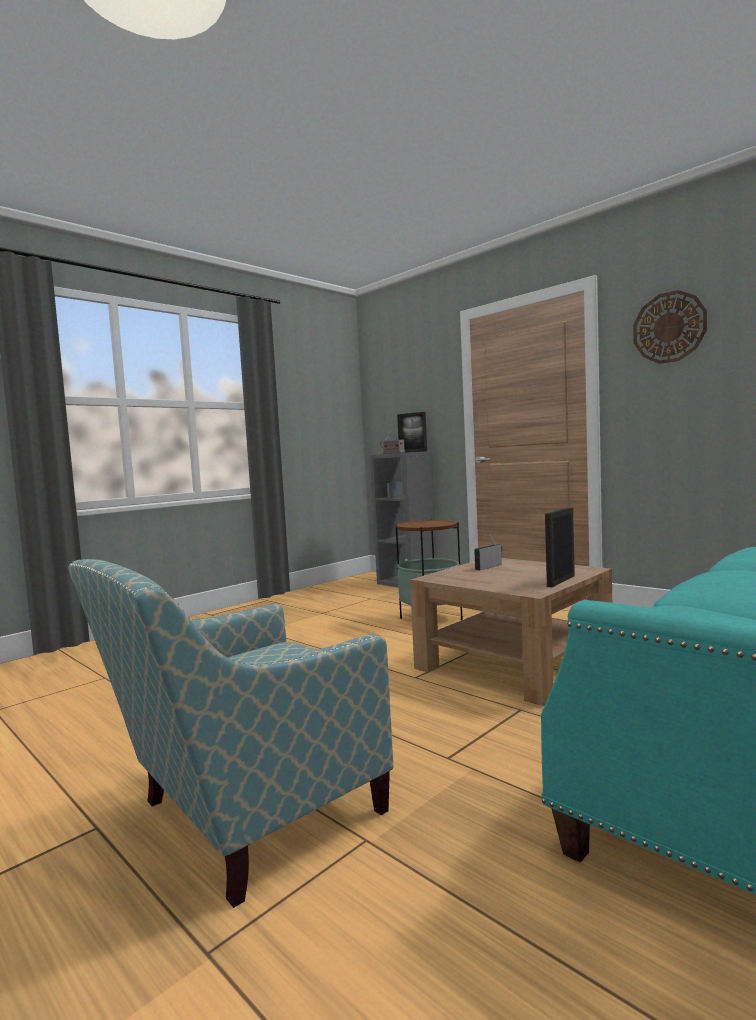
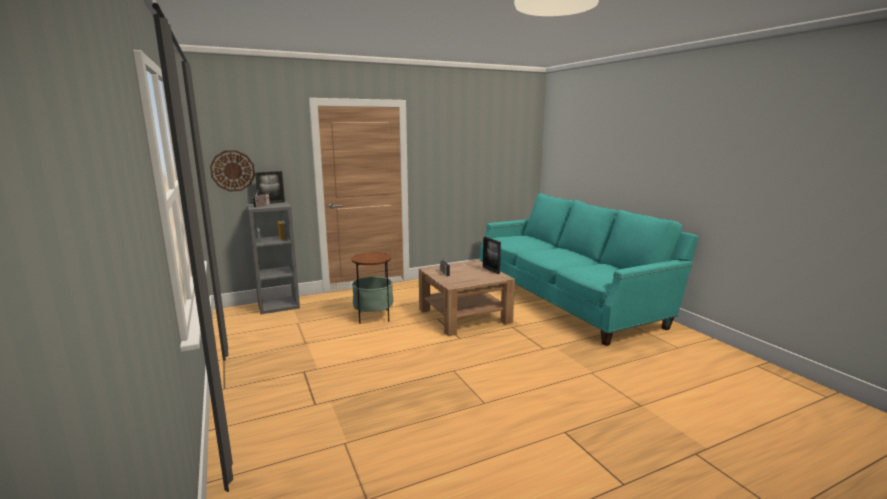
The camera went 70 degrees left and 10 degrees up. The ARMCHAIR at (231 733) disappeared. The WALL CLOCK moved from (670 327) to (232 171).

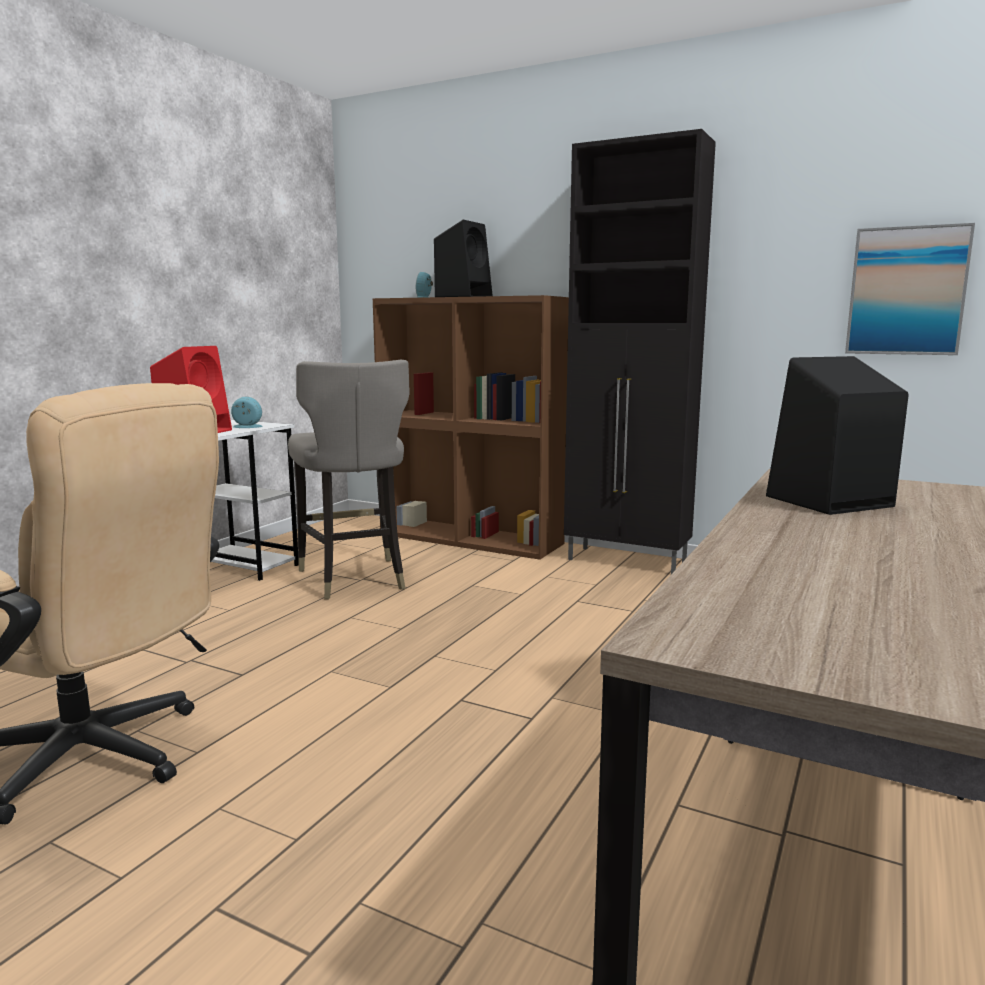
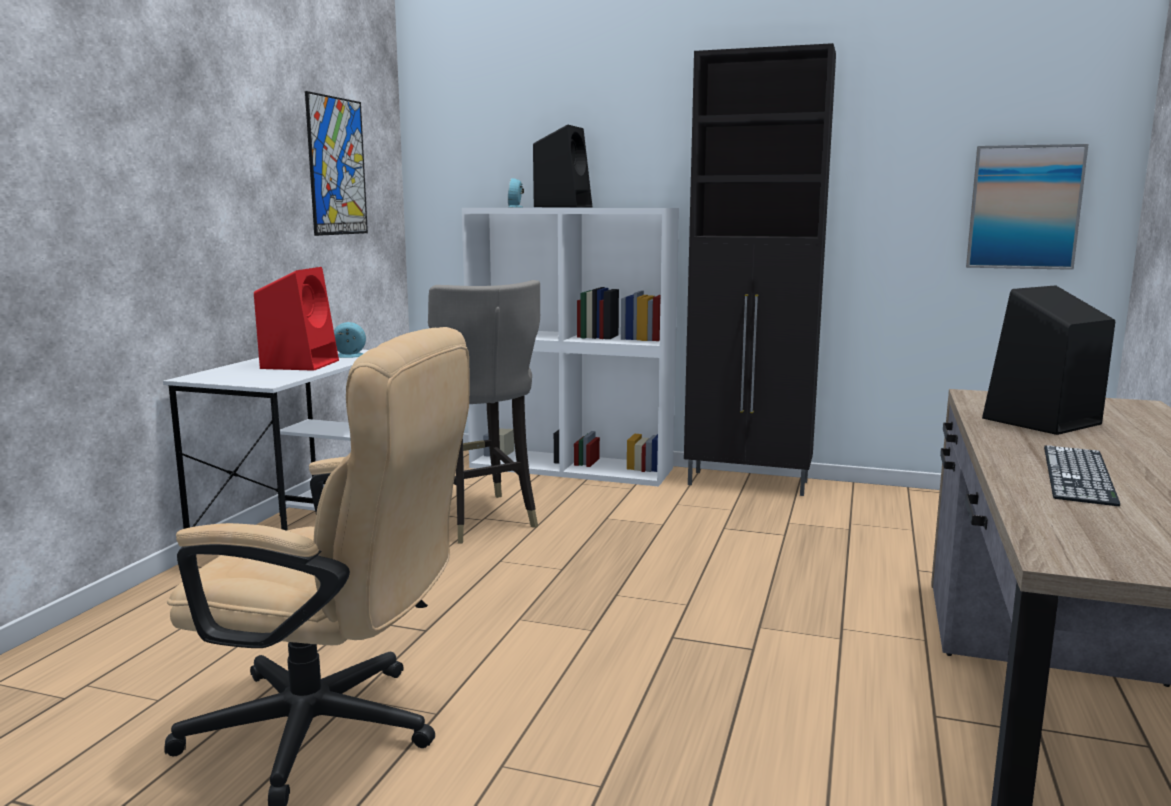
The camera went 10 degrees left and 0 degrees up. The PICTURE at (336 163) appeared. The KEYBOARD at (1082 476) appeared. The BROWN BOOKCASE at (471 427) became the WHITE BOOKCASE at (570 347).

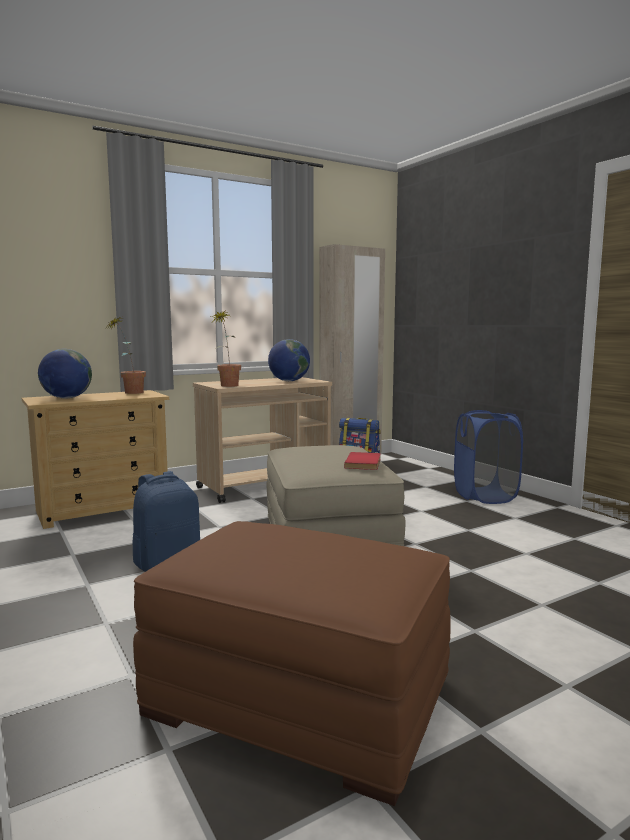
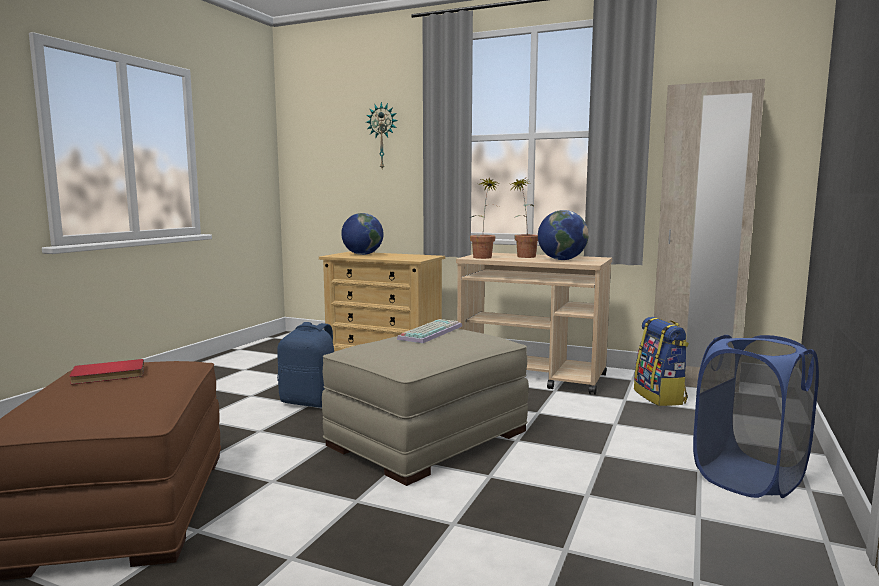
The camera went 55 degrees right and 0 degrees up. The WALL CLOCK at (382 135) appeared. The KEYBOARD at (429 331) appeared. The POTTED PLANT moved from (127 355) to (524 218). The RED BOOK moved from (362 461) to (106 371).

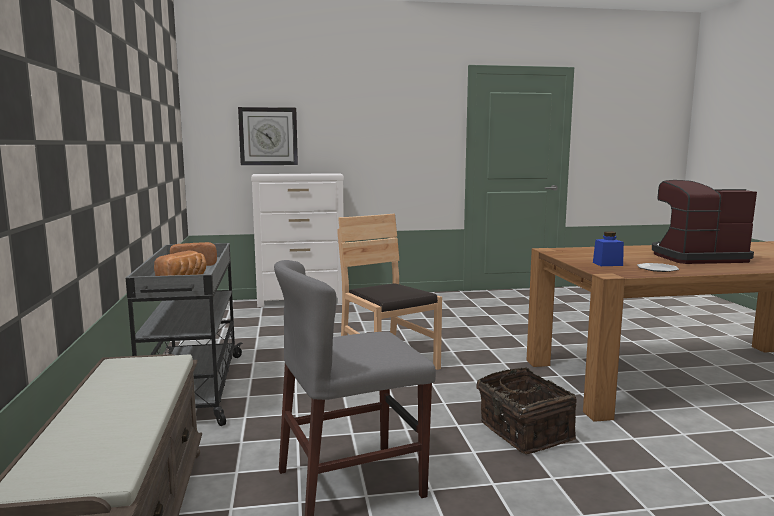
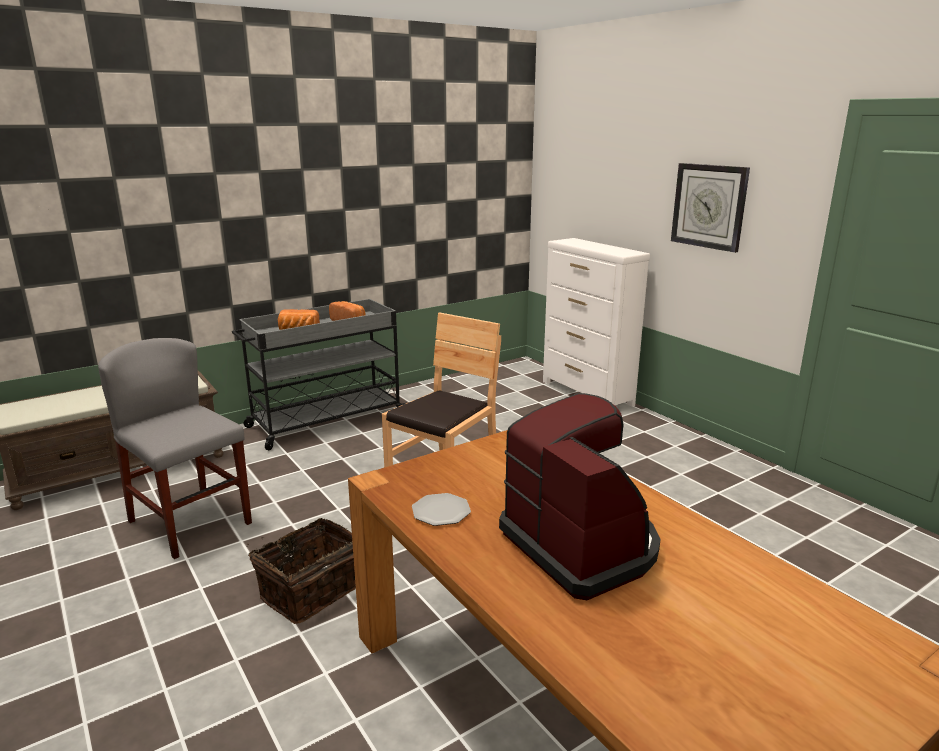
The camera went 65 degrees right and 10 degrees up. The BLUE JAR at (608 248) disappeared. The WALL CLOCK moved from (268 136) to (710 208).

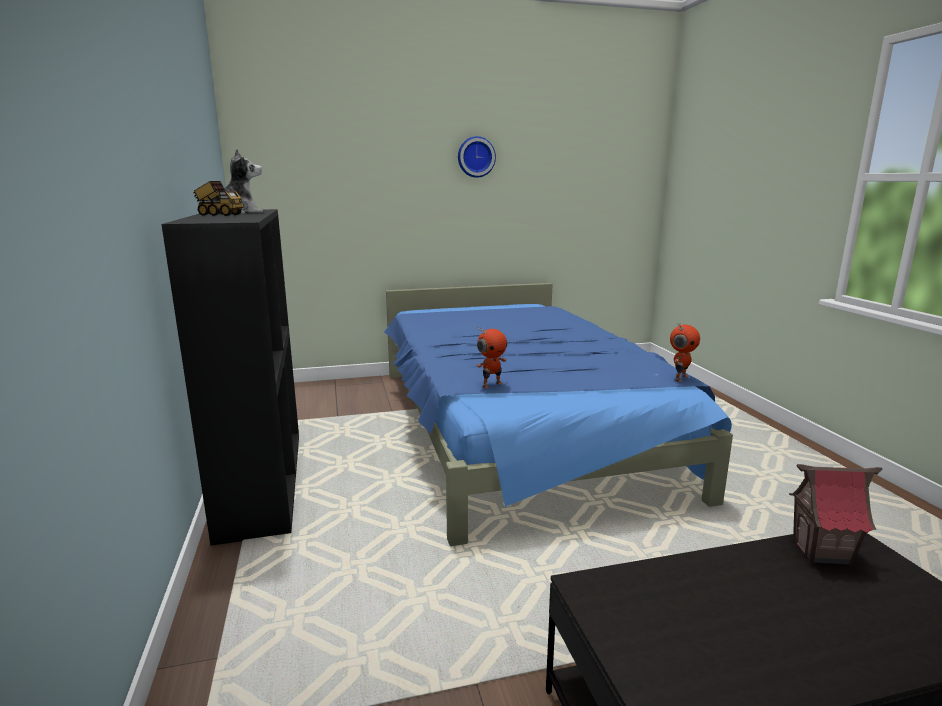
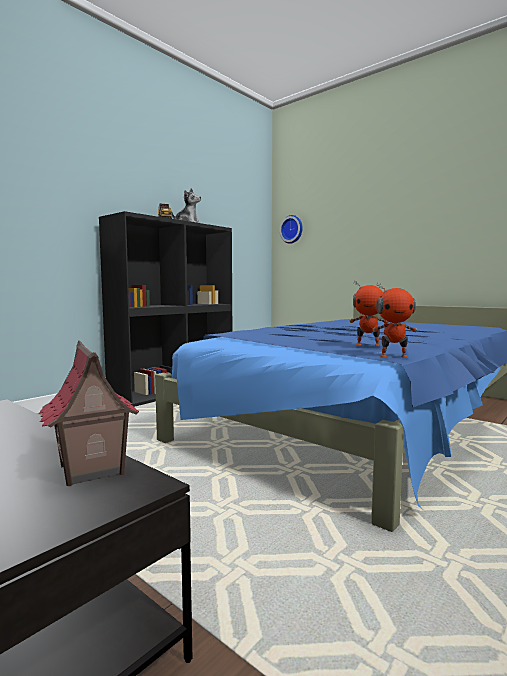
The camera went 55 degrees right and 10 degrees down. The WALL CLOCK moved from (477 157) to (291 229). The TOY ROBOT moved from (492 357) to (368 313).

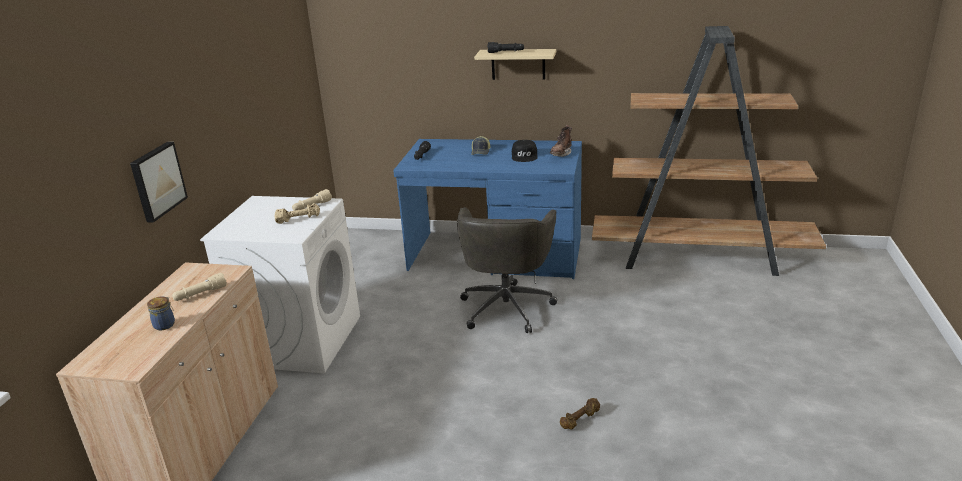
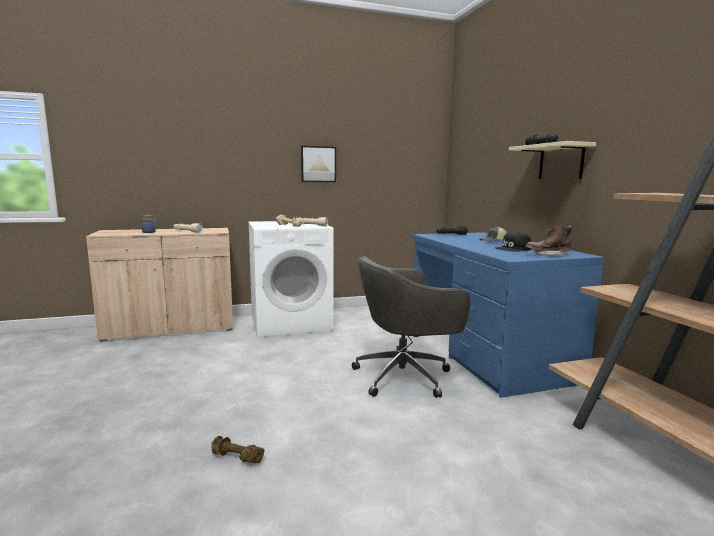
The camera went 60 degrees right and 15 degrees down. The PICTURE moved from (159 182) to (318 164).

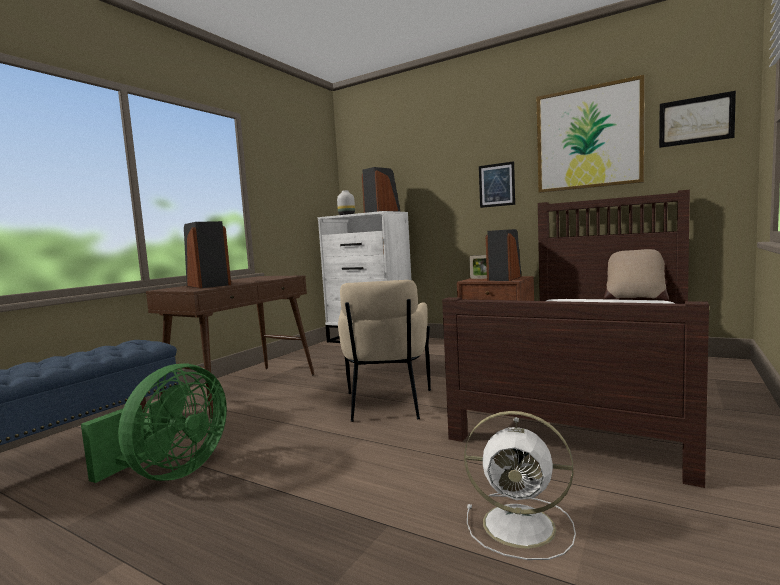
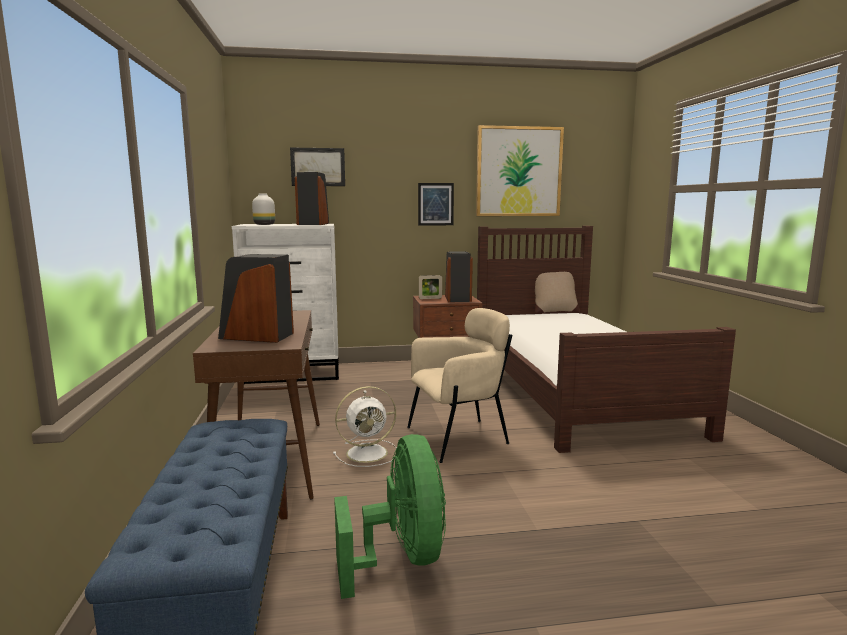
The camera went 40 degrees left and 5 degrees up. The WHITE FAN moved from (520 485) to (365 426). The PICTURE moved from (697 119) to (317 166). The BEIGE ARMCHAIR at (384 351) turned 75 degrees counterclockwise.

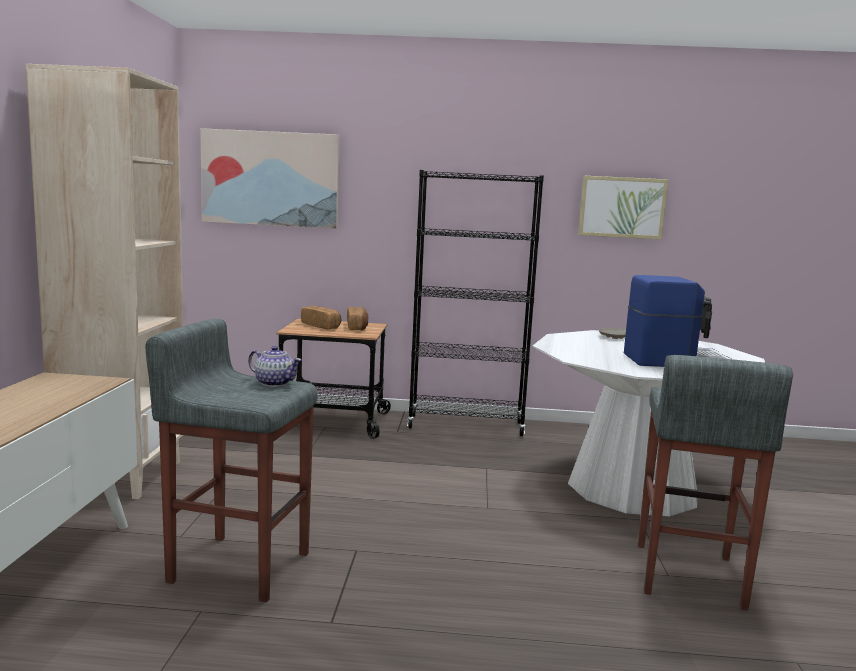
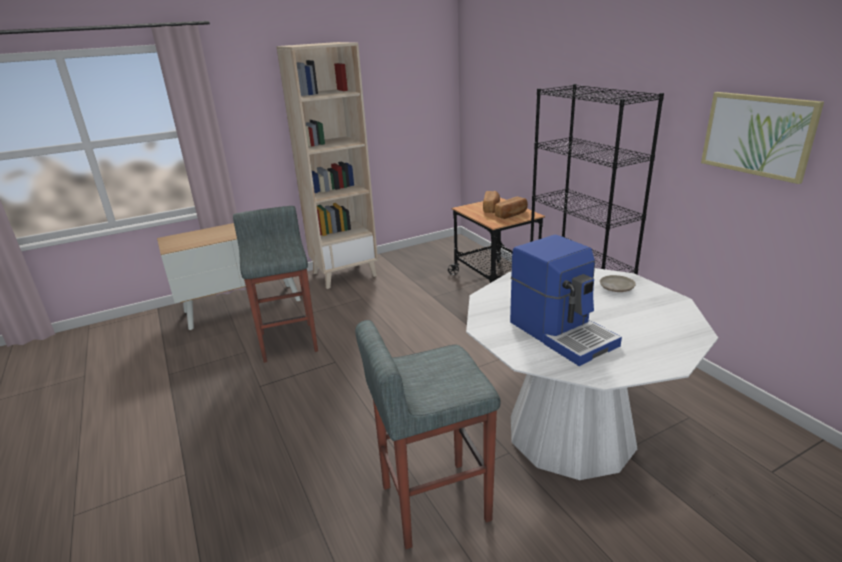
The camera went 60 degrees right and 15 degrees up. The PICTURE at (270 178) disappeared. The TEAPOT at (275 366) disappeared.

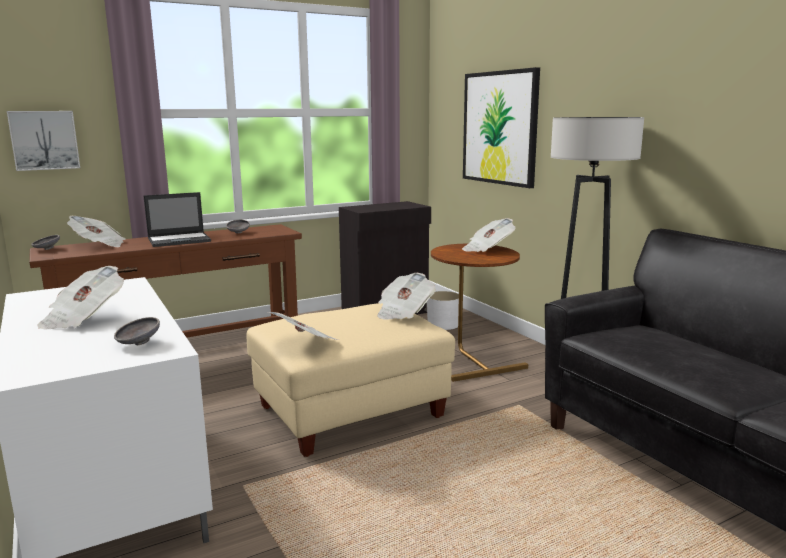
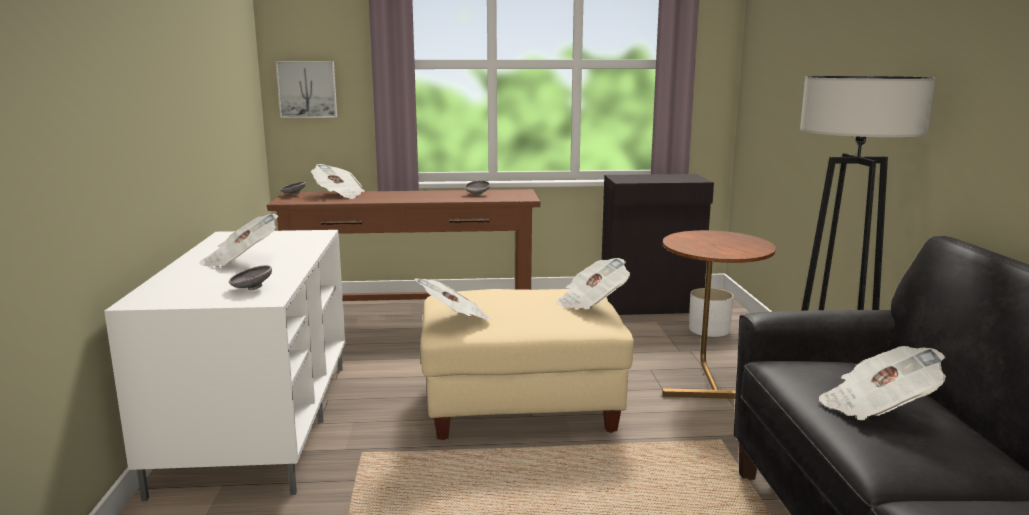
The camera went 25 degrees right and 0 degrees up. The LAPTOP at (177 219) disappeared. The PICTURE at (501 127) disappeared. The NEWSPAPER moved from (488 235) to (882 383).

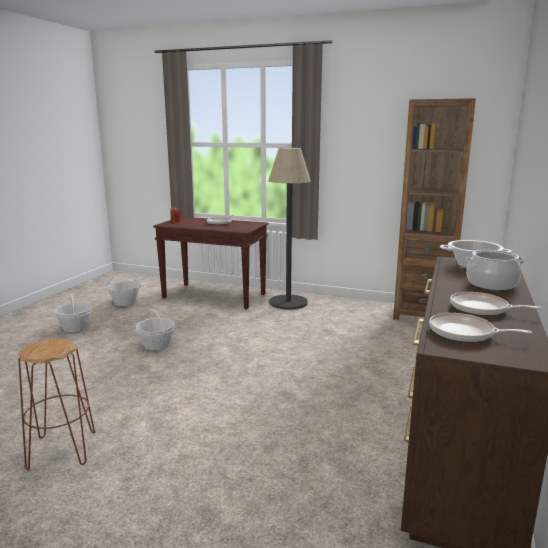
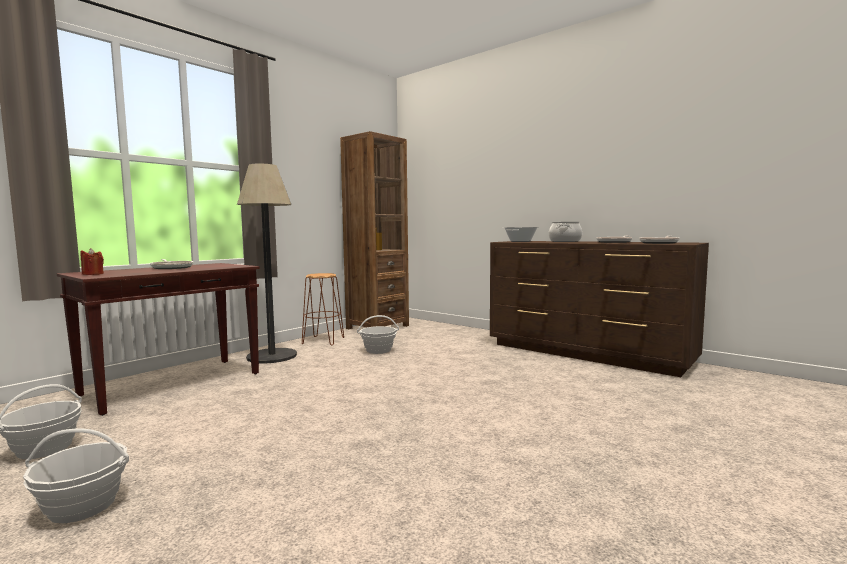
The camera went 70 degrees left and 10 degrees down. The BROWN STOOL moved from (56 404) to (323 309). The BASKET moved from (155 329) to (378 334).

